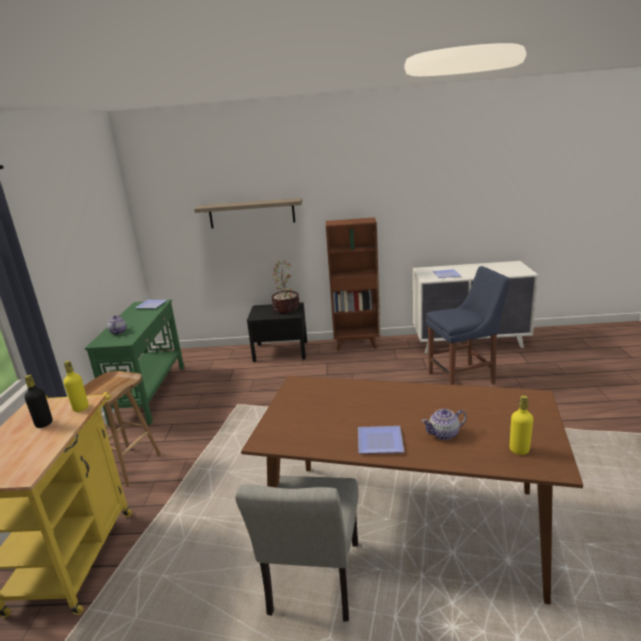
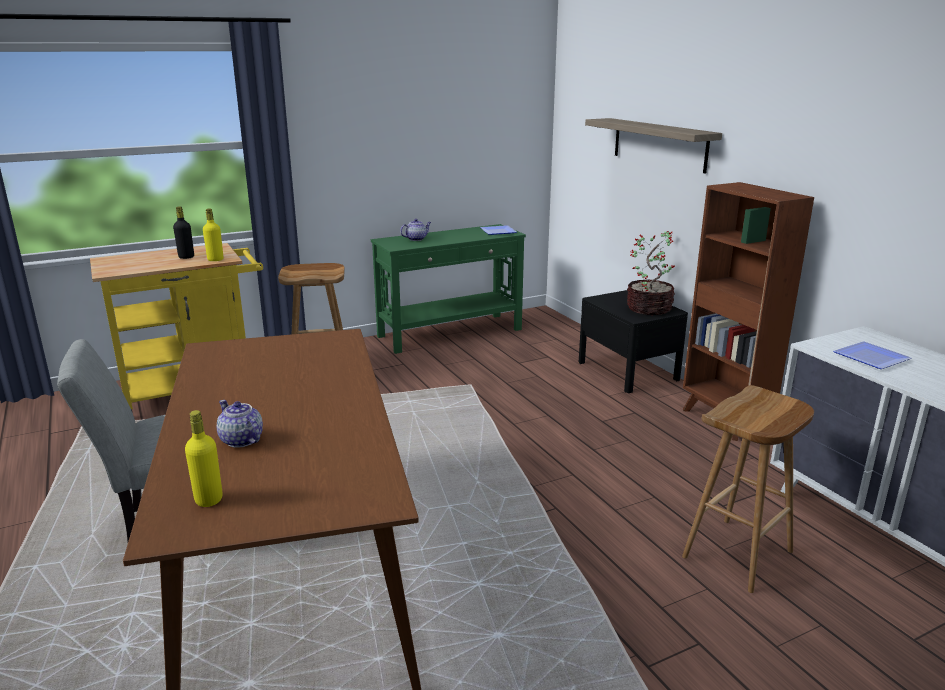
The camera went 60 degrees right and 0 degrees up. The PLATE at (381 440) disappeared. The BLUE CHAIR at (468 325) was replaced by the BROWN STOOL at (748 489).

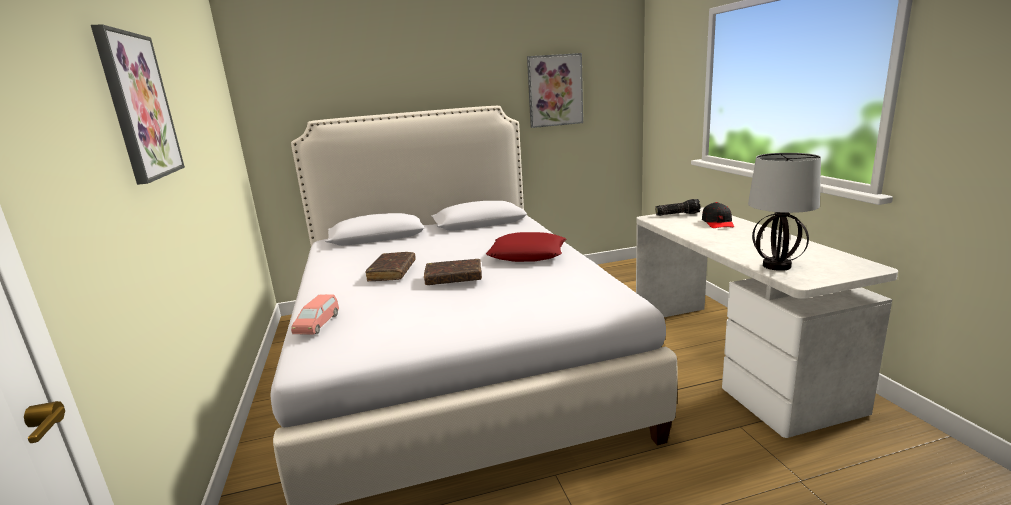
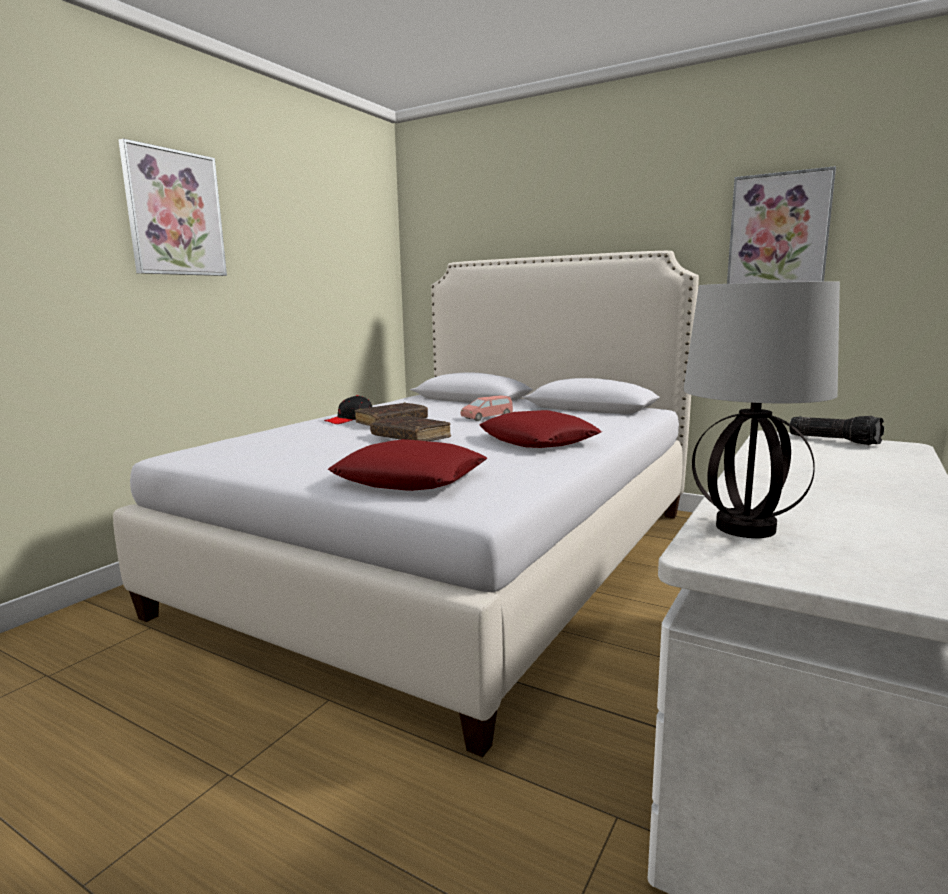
The camera went 45 degrees right and 5 degrees down. The RED PILLOW at (407 465) appeared. The PINK TOY CAR moved from (315 314) to (487 408). The BLACK CAP moved from (718 215) to (348 409).

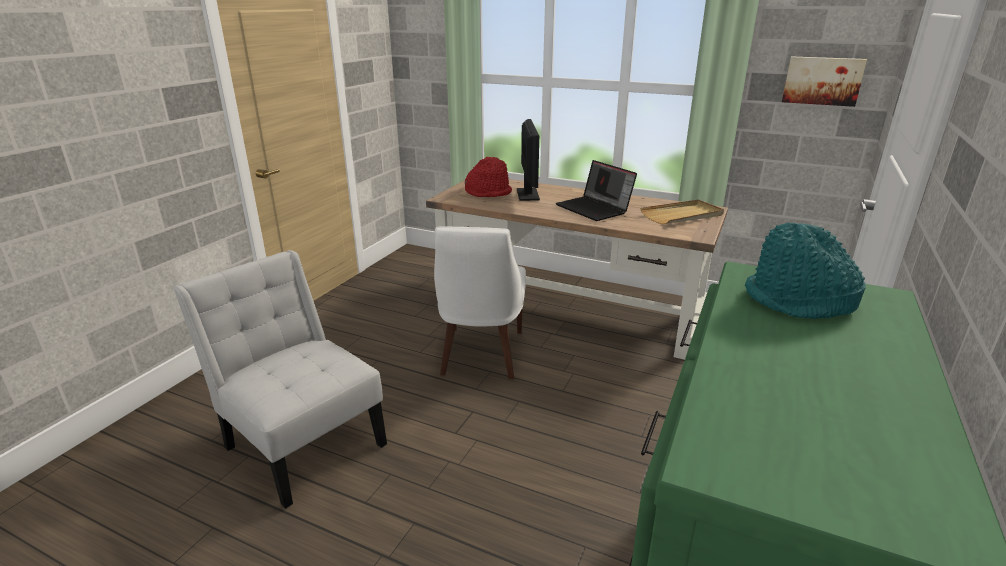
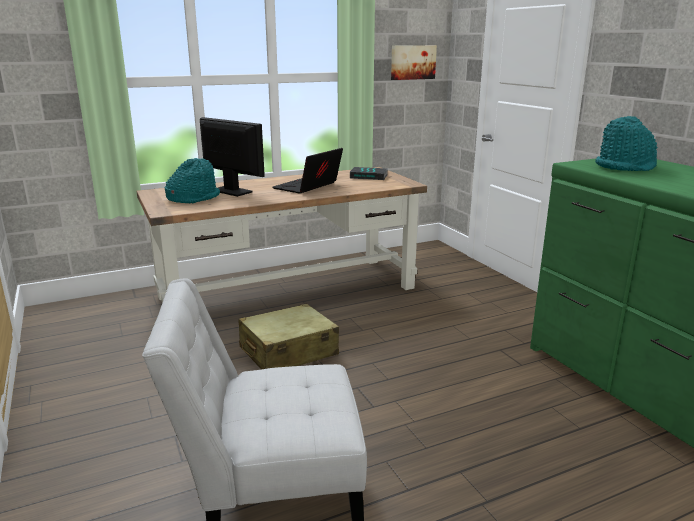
The camera went 50 degrees left and 5 degrees down. The WHITE CHAIR at (480 303) was replaced by the BEIGE SUITCASE at (288 336). The BEIGE TRAY at (682 212) was replaced by the BOOK at (369 173). The RED HAT at (488 177) became the TURQUOISE HAT at (192 180). The LAPTOP at (596 190) turned 120 degrees clockwise.

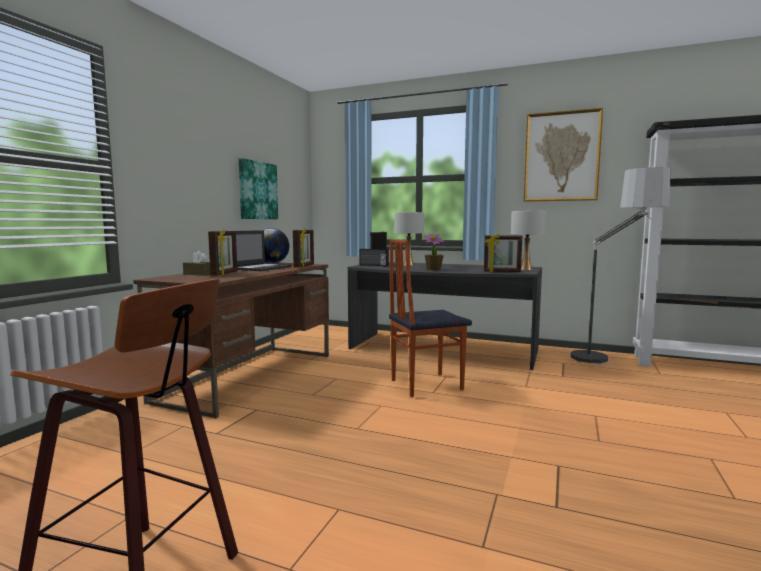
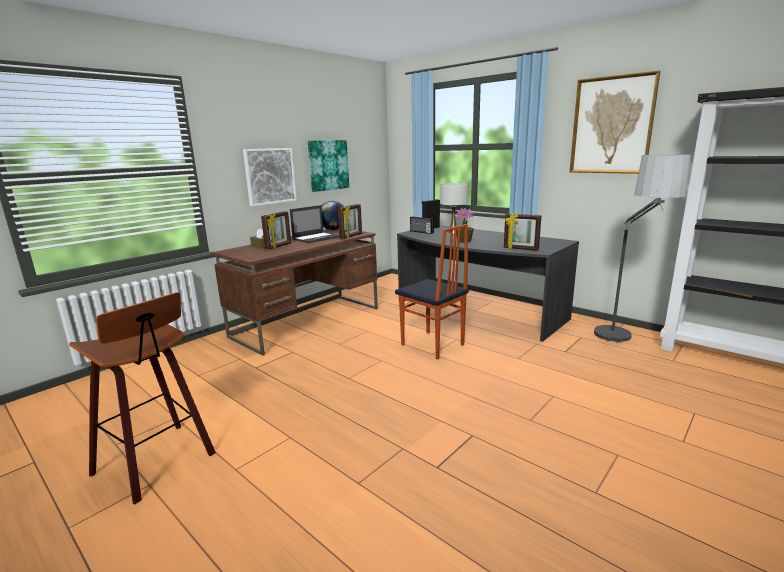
The camera went 20 degrees right and 10 degrees up. The WHITE TABLE LAMP at (528 240) disappeared. The PICTURE at (270 177) appeared. The CHAIR at (430 318) turned 135 degrees counterclockwise.

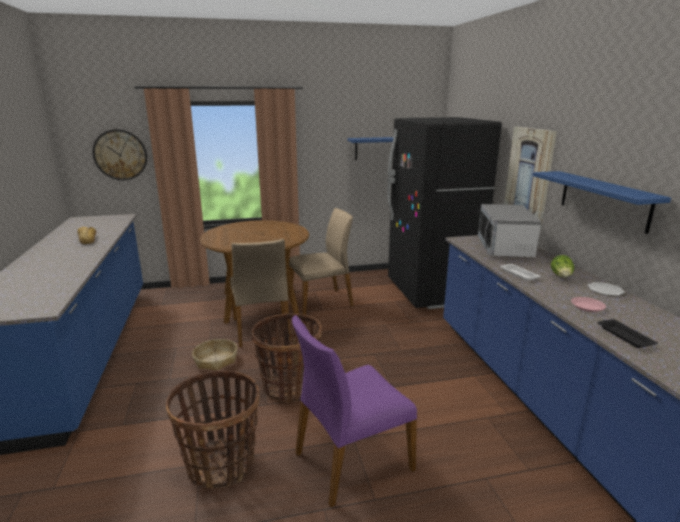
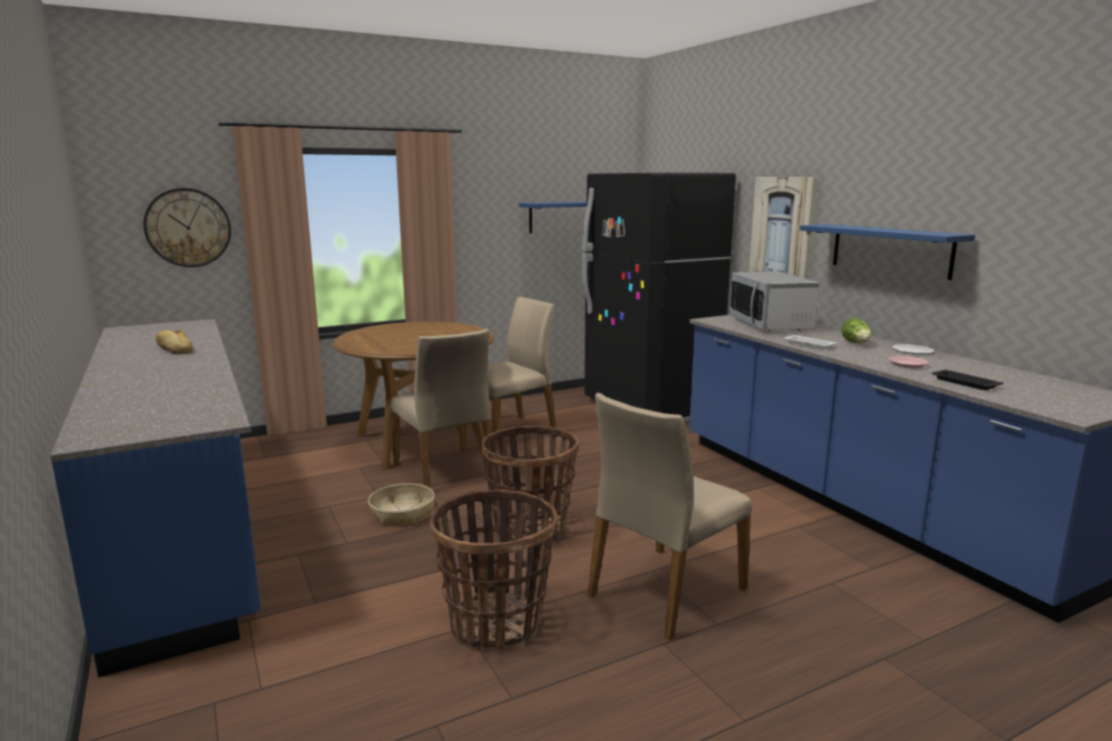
The camera went 15 degrees left and 5 degrees down. The PURPLE CHAIR at (354 411) became the BEIGE CHAIR at (669 517).

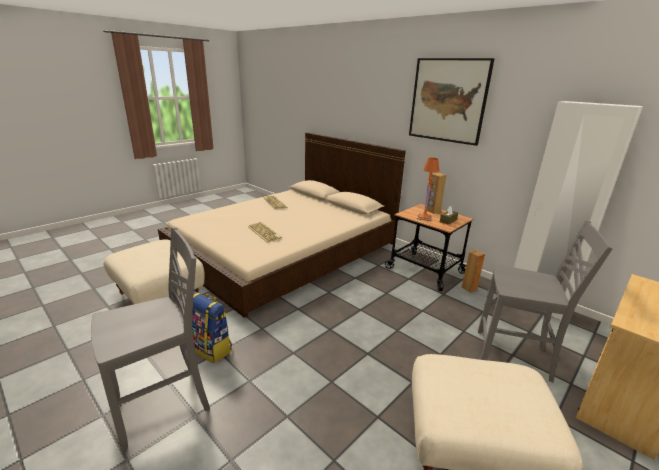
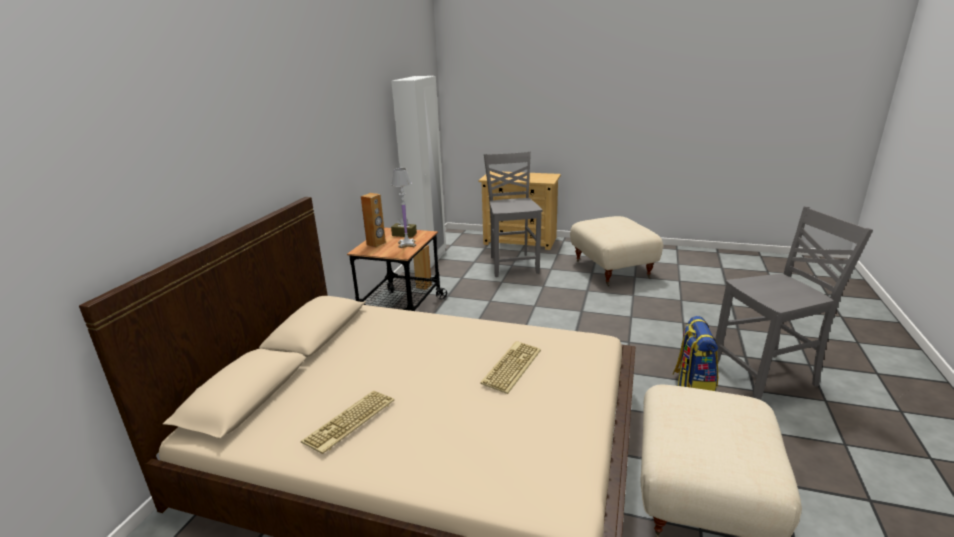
The camera went 115 degrees left and 0 degrees up. The PICTURE at (452 102) disappeared. The ORANGE TABLE LAMP at (428 189) became the WHITE TABLE LAMP at (403 208). The GREY CHAIR at (150 339) turned 135 degrees clockwise.

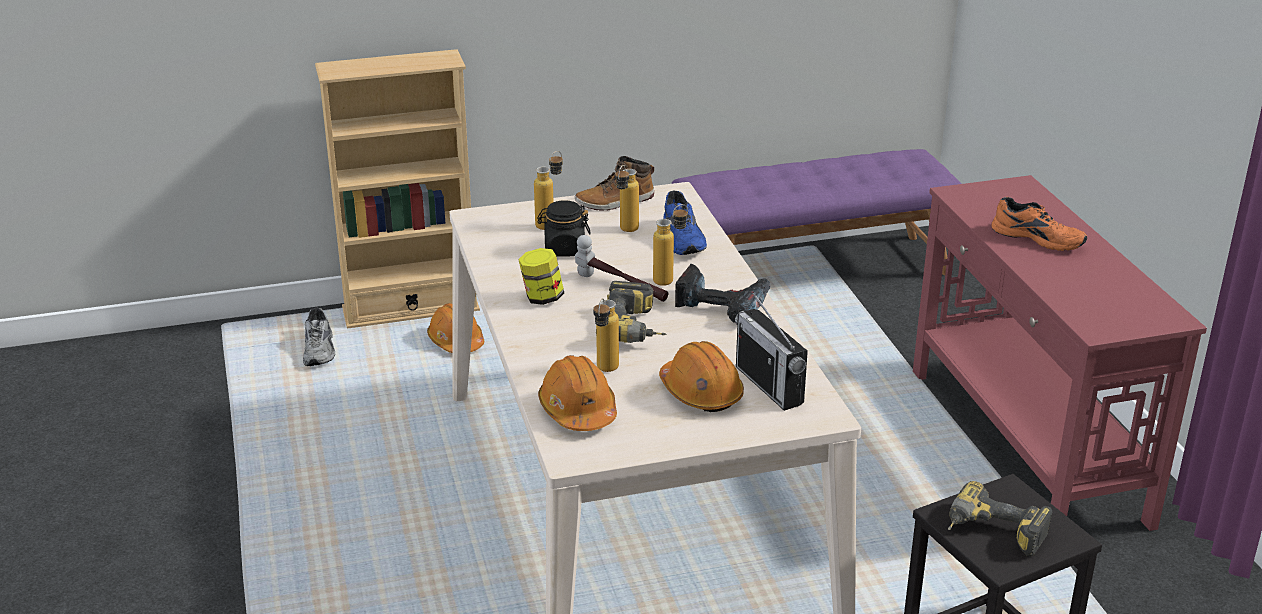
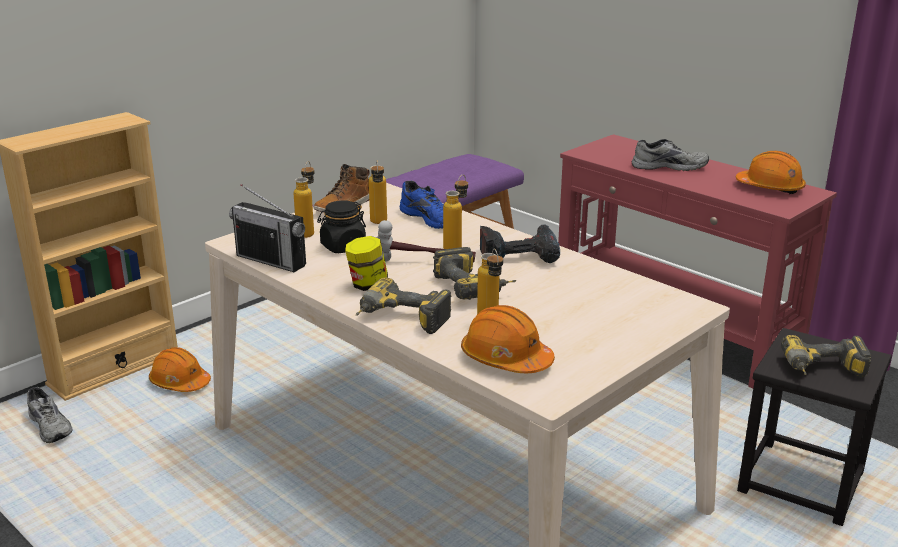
The camera went 30 degrees left and 5 degrees down. The POWER DRILL at (403 306) appeared. The ORANGE HARD HAT moved from (701 376) to (771 172). The RADIO moved from (771 351) to (267 228). The ORANGE SHOE at (1039 224) became the GREY SHOE at (670 155).

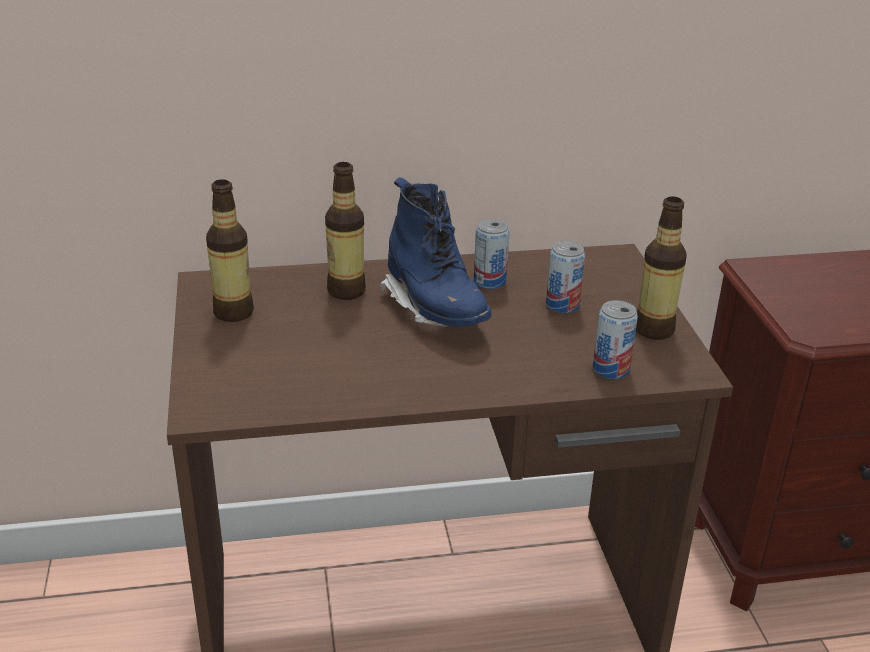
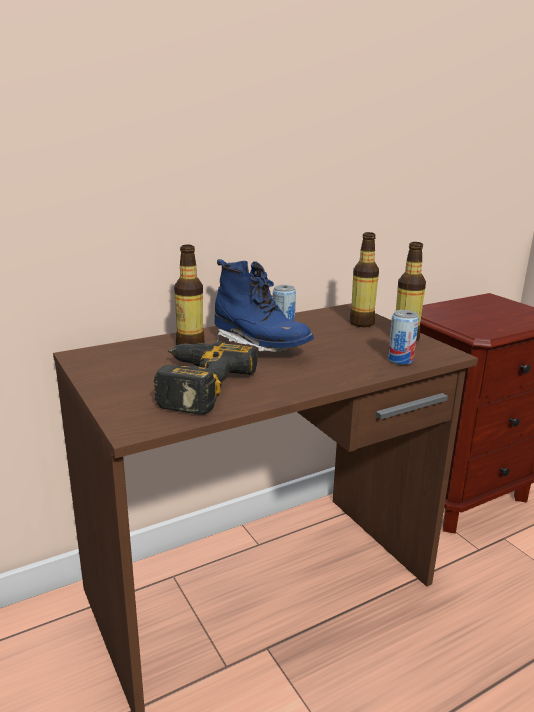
The camera went 20 degrees left and 10 degrees down. The CAN at (565 277) disappeared. The POWER DRILL at (206 378) appeared. The BOTTLE moved from (230 250) to (364 279).

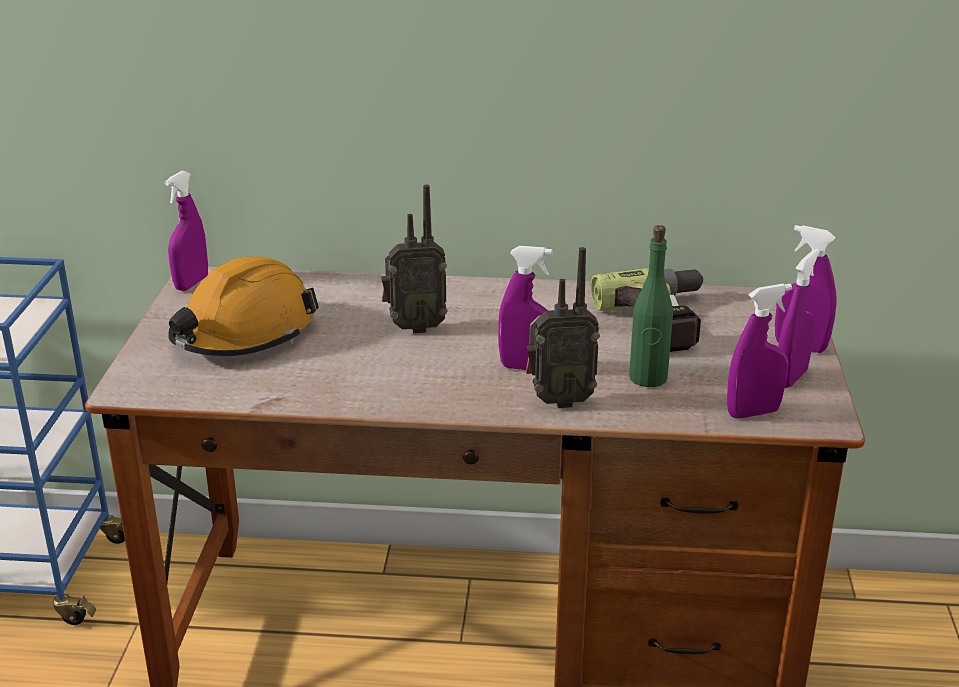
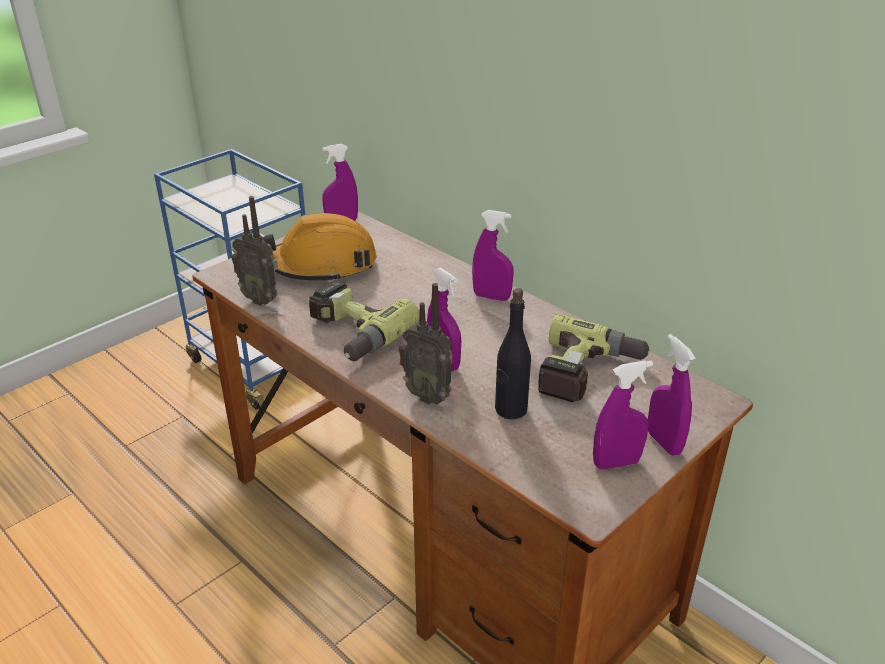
The camera went 40 degrees right and 5 degrees up. The POWER DRILL at (364 320) appeared. The RADIO moved from (414 259) to (254 251). The PURPLE SPRAY BOTTLE moved from (759 351) to (493 255). The GREEN BOTTLE at (651 306) became the BLACK BOTTLE at (513 353).

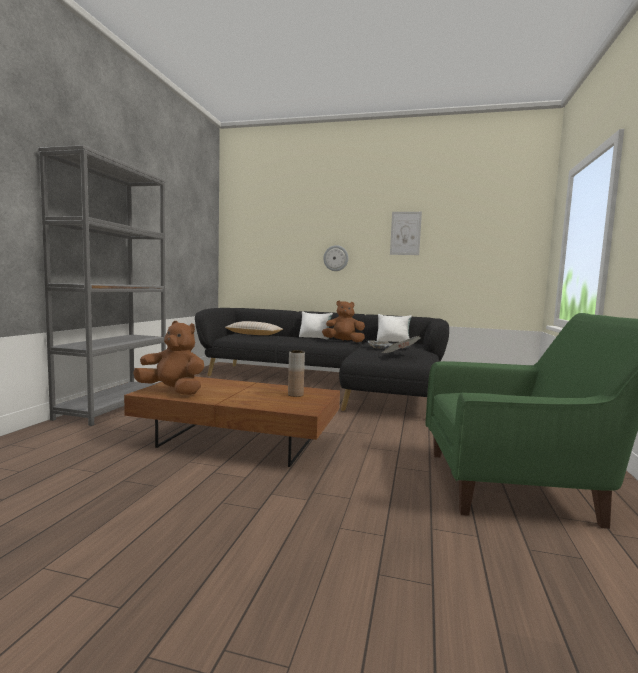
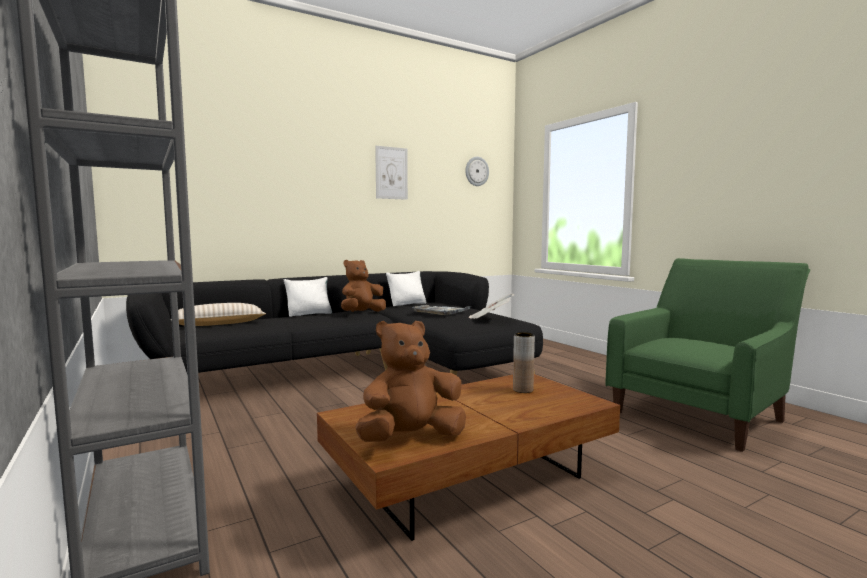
The camera went 45 degrees left and 0 degrees up. The WALL CLOCK moved from (335 258) to (477 171).

